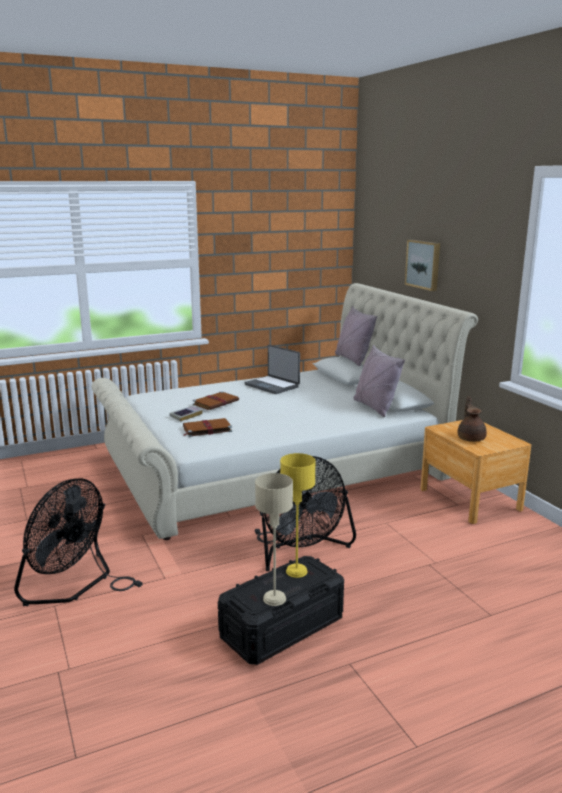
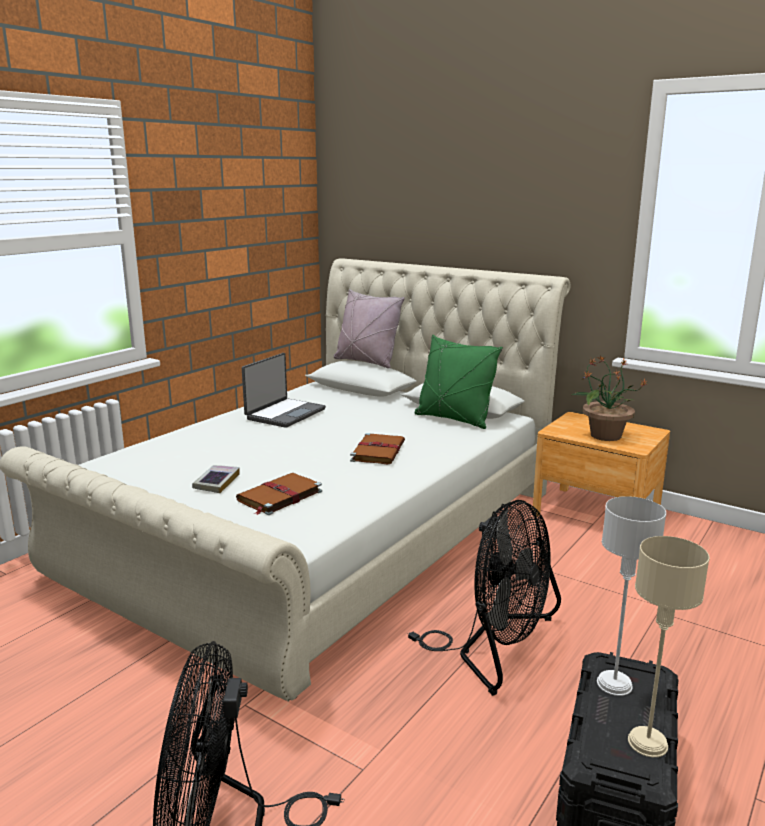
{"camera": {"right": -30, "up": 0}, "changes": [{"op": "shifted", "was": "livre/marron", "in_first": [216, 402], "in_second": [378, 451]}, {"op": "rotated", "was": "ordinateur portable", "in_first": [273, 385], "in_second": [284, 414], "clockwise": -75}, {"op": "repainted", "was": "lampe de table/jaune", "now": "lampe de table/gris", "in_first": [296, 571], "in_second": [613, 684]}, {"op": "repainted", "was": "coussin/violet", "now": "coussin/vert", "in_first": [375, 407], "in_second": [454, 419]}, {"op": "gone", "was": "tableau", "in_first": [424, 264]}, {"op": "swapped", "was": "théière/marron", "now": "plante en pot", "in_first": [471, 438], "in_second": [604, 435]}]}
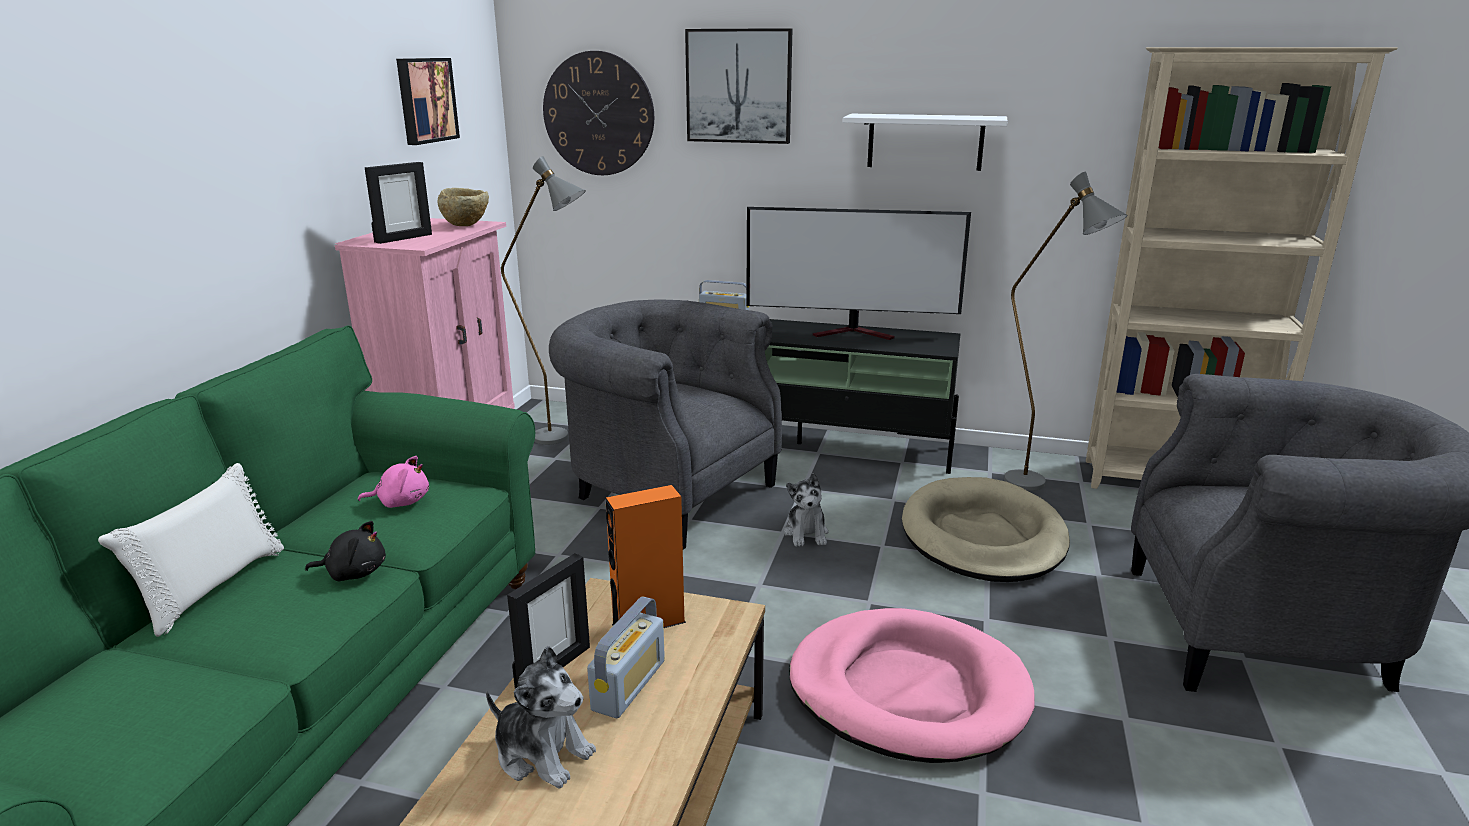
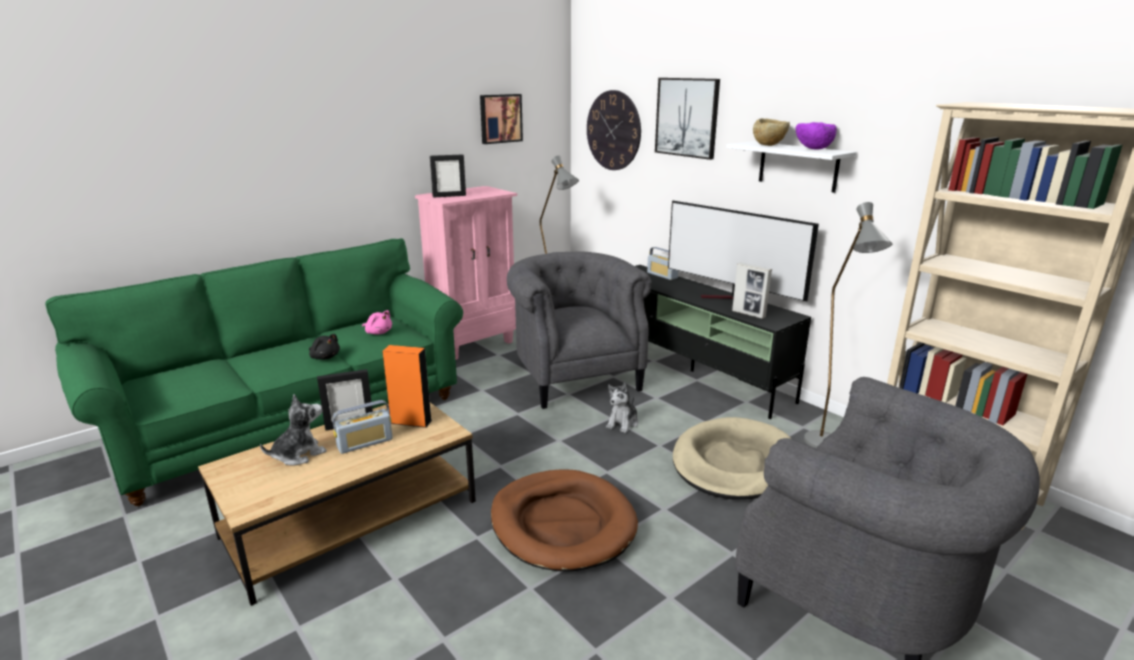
{"camera": {"right": 35, "up": 0}, "changes": [{"op": "gone", "was": "coussin/blanc", "in_first": [212, 587]}, {"op": "shifted", "was": "bol/beige", "in_first": [467, 225], "in_second": [769, 145]}, {"op": "rotated", "was": "peluche", "in_first": [542, 754], "in_second": [299, 454], "clockwise": -105}, {"op": "repainted", "was": "panier pour chien/rose", "now": "panier pour chien/marron", "in_first": [907, 691], "in_second": [562, 524]}, {"op": "new", "now": "cadre photo", "in_second": [748, 314]}, {"op": "new", "now": "bol/violet", "in_second": [813, 149]}]}
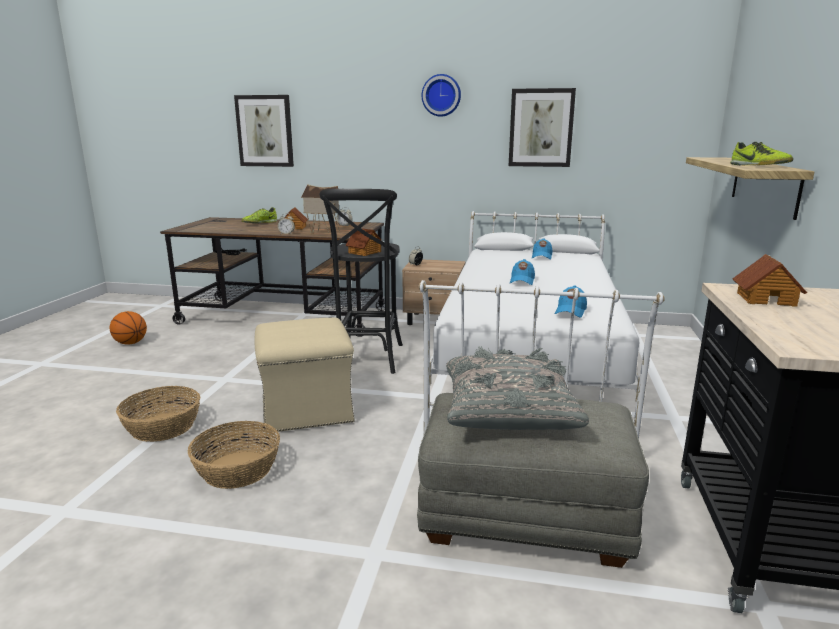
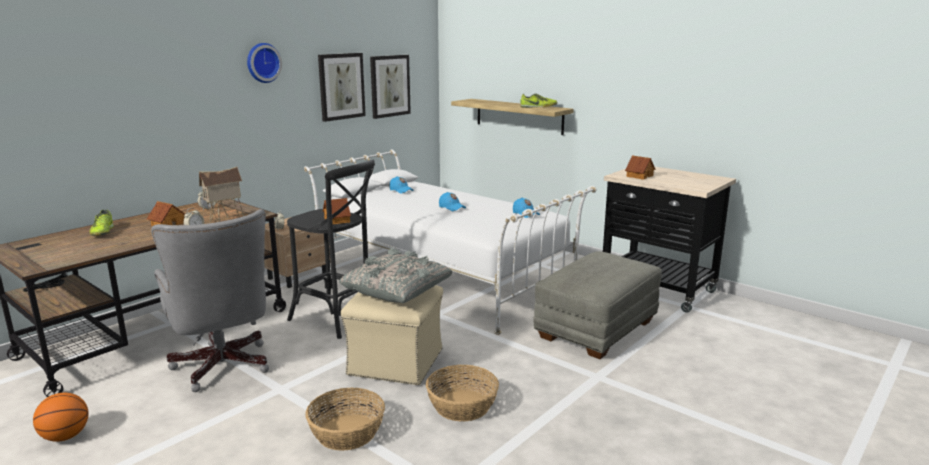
{"camera": {"right": -60, "up": 0}, "changes": [{"op": "shifted", "was": "tableau", "in_first": [265, 131], "in_second": [389, 86]}, {"op": "shifted", "was": "coussin/gris", "in_first": [508, 415], "in_second": [397, 293]}, {"op": "new", "now": "chaise de bureau/gris", "in_second": [224, 368]}]}
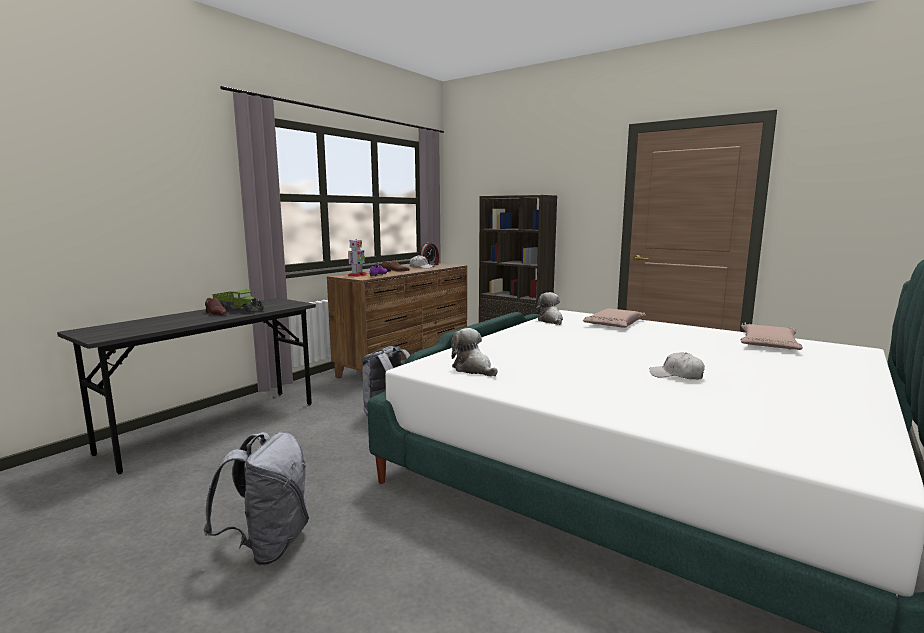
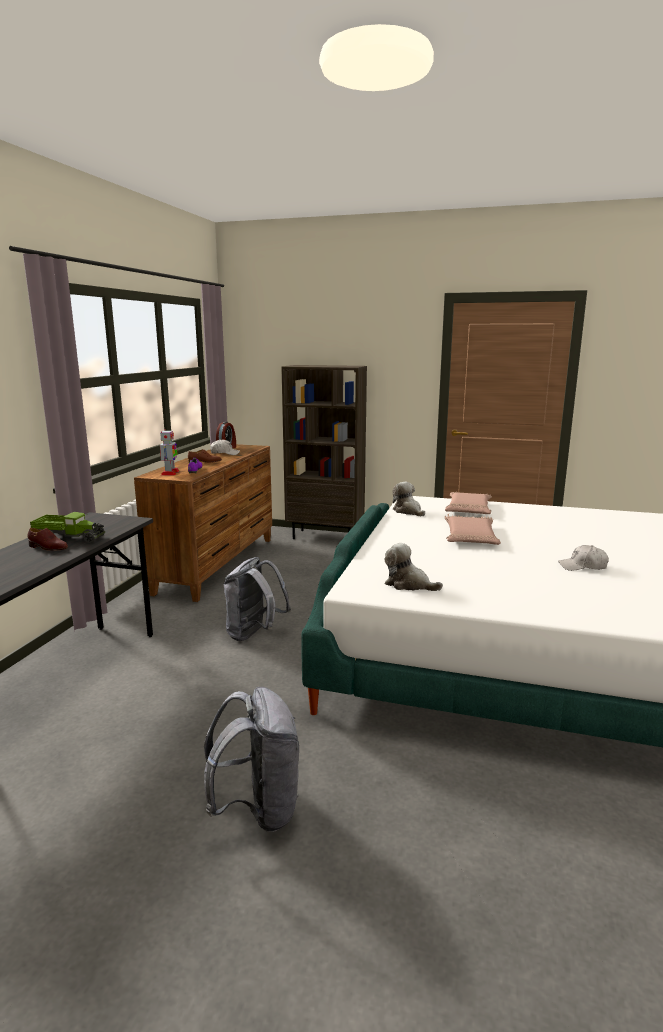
{"camera": {"right": -20, "up": 5}, "changes": [{"op": "shifted", "was": "coussin/beige", "in_first": [768, 342], "in_second": [470, 536]}]}
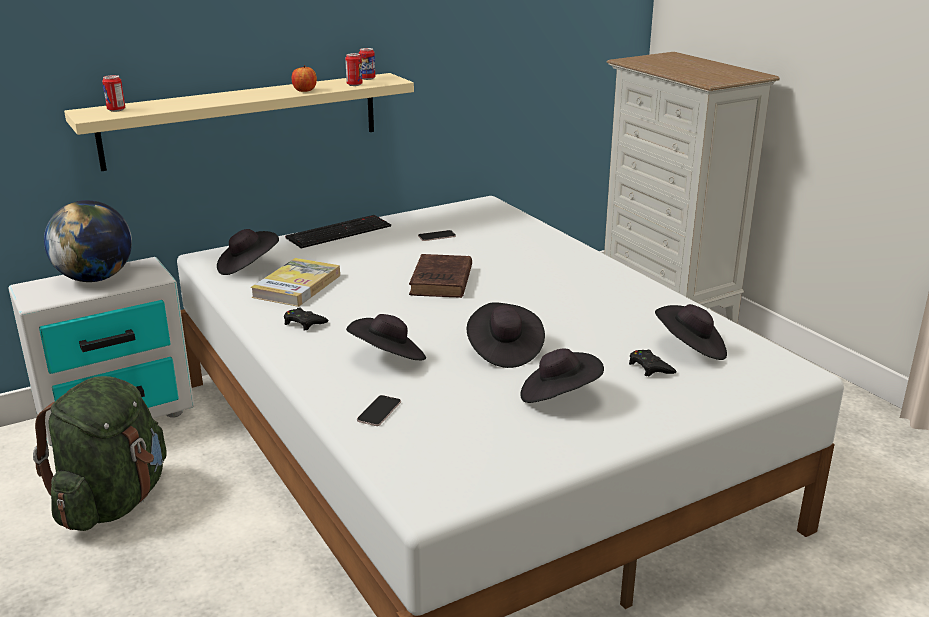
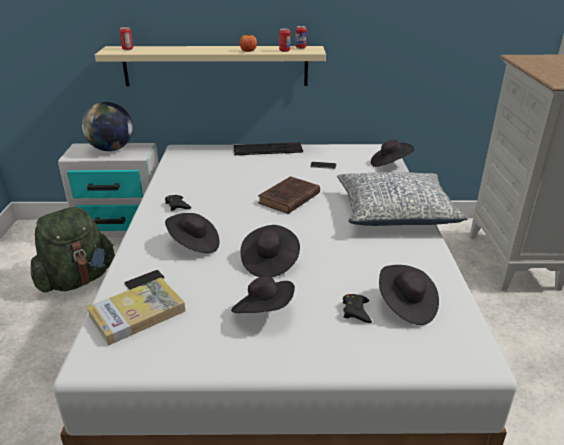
{"camera": {"right": 30, "up": 5}, "changes": [{"op": "shifted", "was": "chapeau/noir", "in_first": [247, 267], "in_second": [389, 164]}, {"op": "shifted", "was": "livre", "in_first": [297, 286], "in_second": [137, 313]}, {"op": "new", "now": "coussin", "in_second": [395, 212]}]}
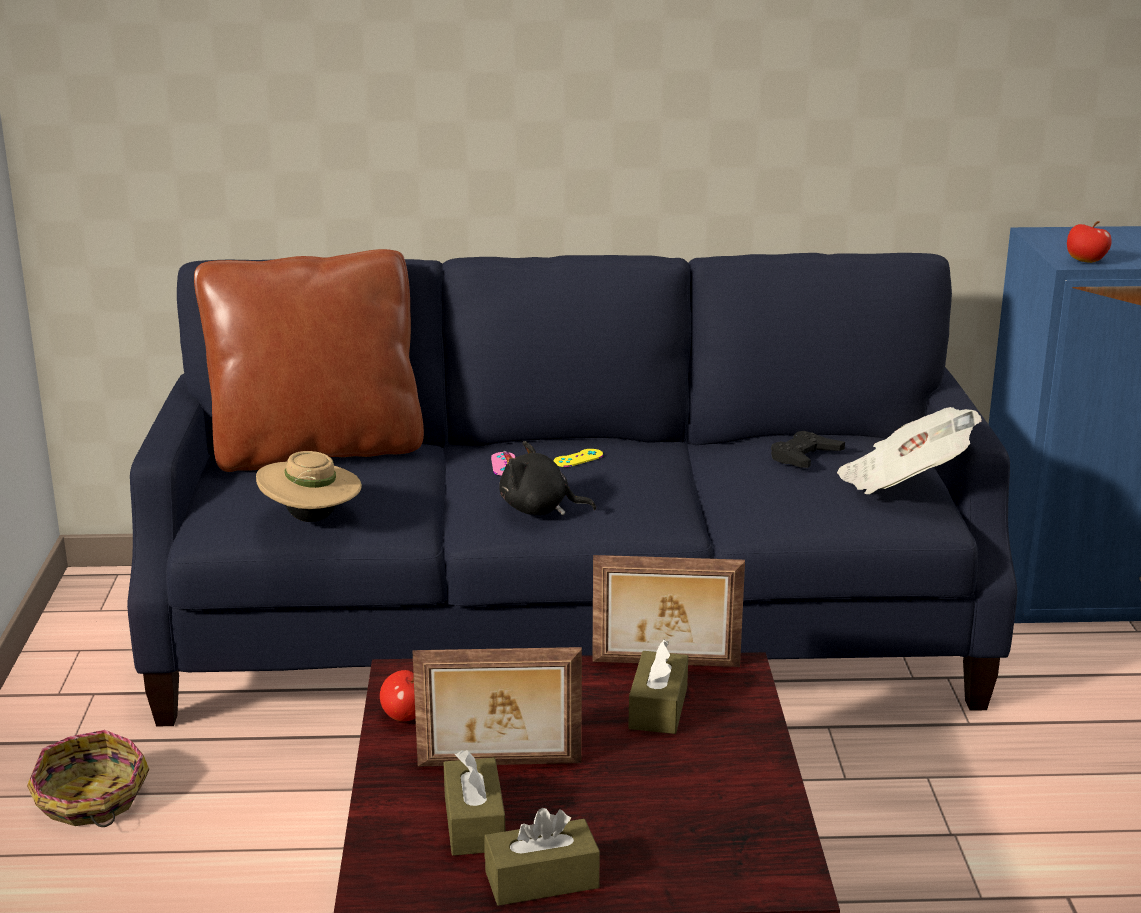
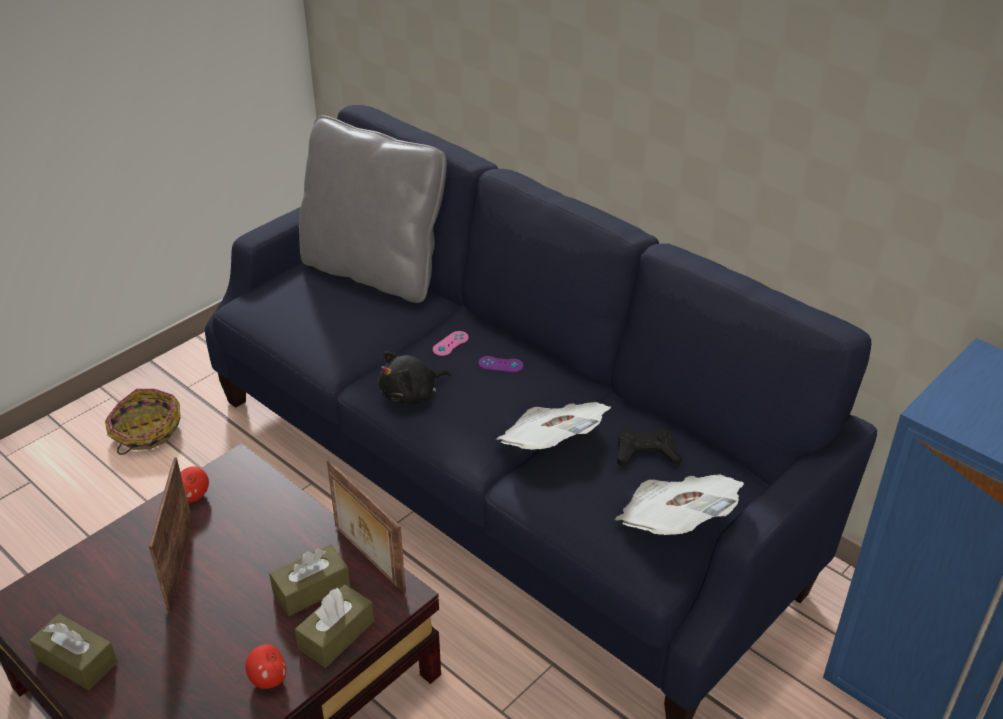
{"camera": {"right": 45, "up": 15}, "changes": [{"op": "repainted", "was": "coussin/marron", "now": "coussin/gris", "in_first": [317, 450], "in_second": [374, 272]}, {"op": "gone", "was": "chapeau/beige", "in_first": [312, 519]}, {"op": "rotated", "was": "cadre photo", "in_first": [499, 765], "in_second": [178, 566], "clockwise": 45}, {"op": "shifted", "was": "boîte à mouchoirs/marron", "in_first": [474, 823], "in_second": [336, 635]}, {"op": "rotated", "was": "peluche/noir", "in_first": [539, 509], "in_second": [411, 395], "clockwise": -90}, {"op": "repainted", "was": "manette/jaune", "now": "manette/violet", "in_first": [578, 458], "in_second": [500, 364]}, {"op": "shifted", "was": "pomme", "in_first": [1085, 261], "in_second": [268, 679]}, {"op": "new", "now": "journal", "in_second": [551, 445]}]}
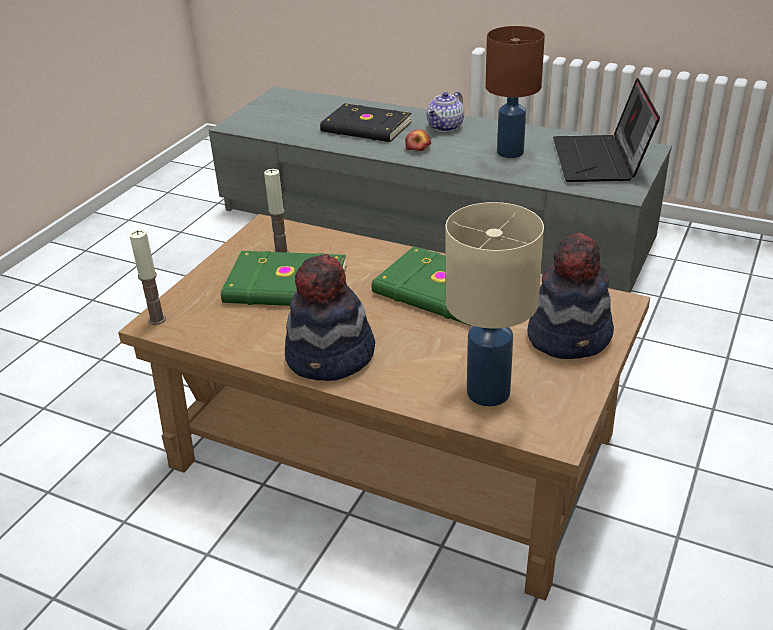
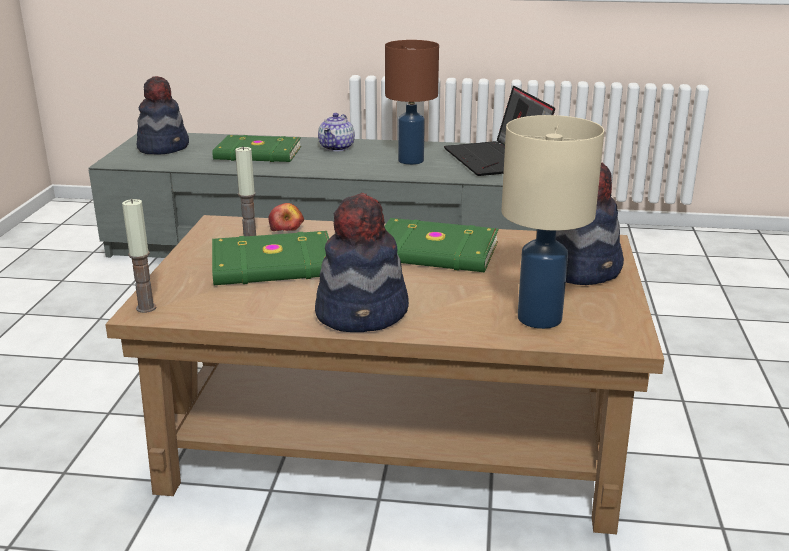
{"camera": {"right": -20, "up": -10}, "changes": [{"op": "repainted", "was": "livre/noir", "now": "livre/vert", "in_first": [366, 128], "in_second": [258, 154]}, {"op": "shifted", "was": "pomme", "in_first": [418, 148], "in_second": [286, 228]}, {"op": "new", "now": "chapeau", "in_second": [164, 147]}]}
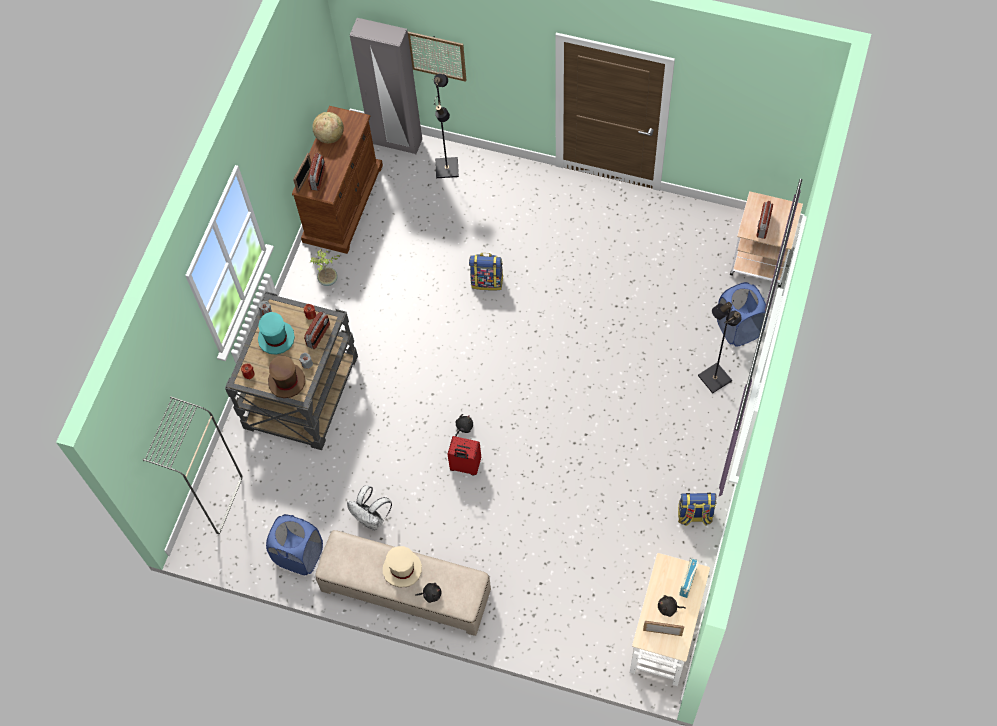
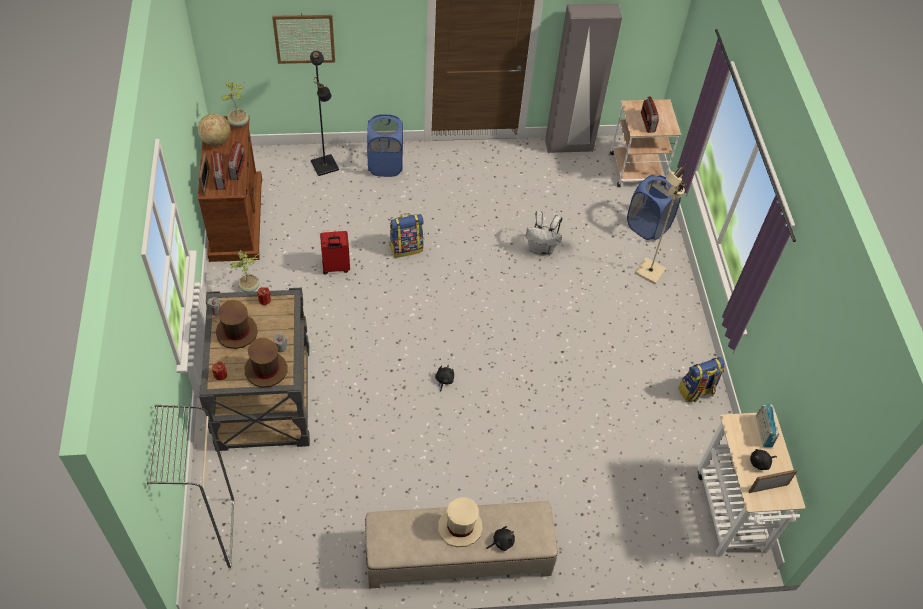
{"camera": {"right": -30, "up": -10}, "changes": [{"op": "repainted", "was": "chapeau/turquoise", "now": "chapeau/marron", "in_first": [276, 338], "in_second": [237, 332]}, {"op": "shifted", "was": "panier à linge/bleu", "in_first": [299, 555], "in_second": [385, 165]}, {"op": "shifted", "was": "radio", "in_first": [318, 335], "in_second": [237, 168]}, {"op": "shifted", "was": "sac à dos/blanc", "in_first": [372, 519], "in_second": [541, 249]}, {"op": "shifted", "was": "armoire/gris", "in_first": [396, 142], "in_second": [569, 146]}, {"op": "shifted", "was": "valise/rouge", "in_first": [465, 466], "in_second": [336, 267]}, {"op": "repainted", "was": "lampadaire/noir", "now": "lampadaire/beige", "in_first": [715, 378], "in_second": [650, 271]}, {"op": "new", "now": "plante en pot", "in_second": [239, 123]}]}
